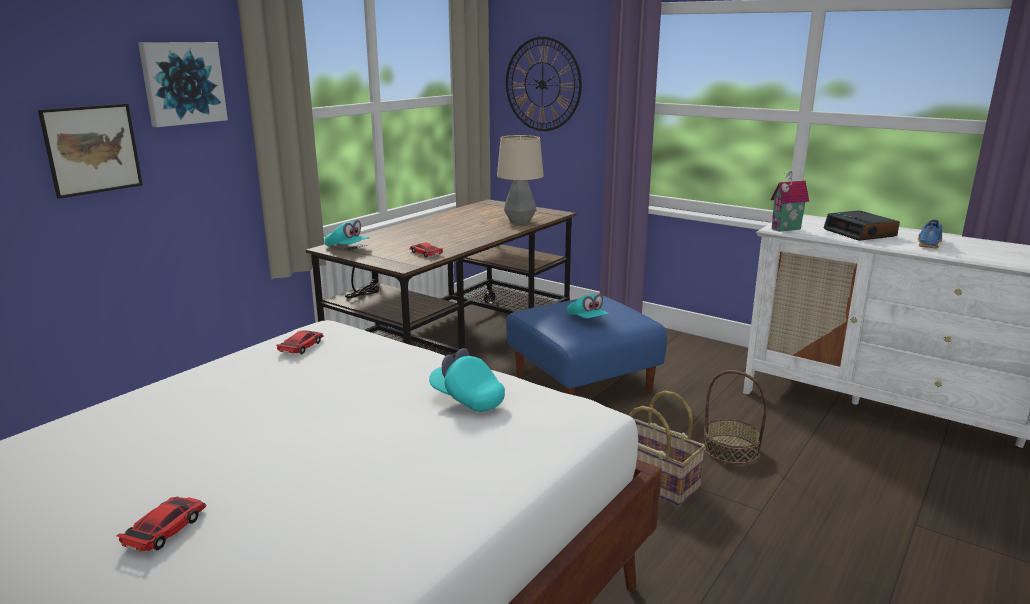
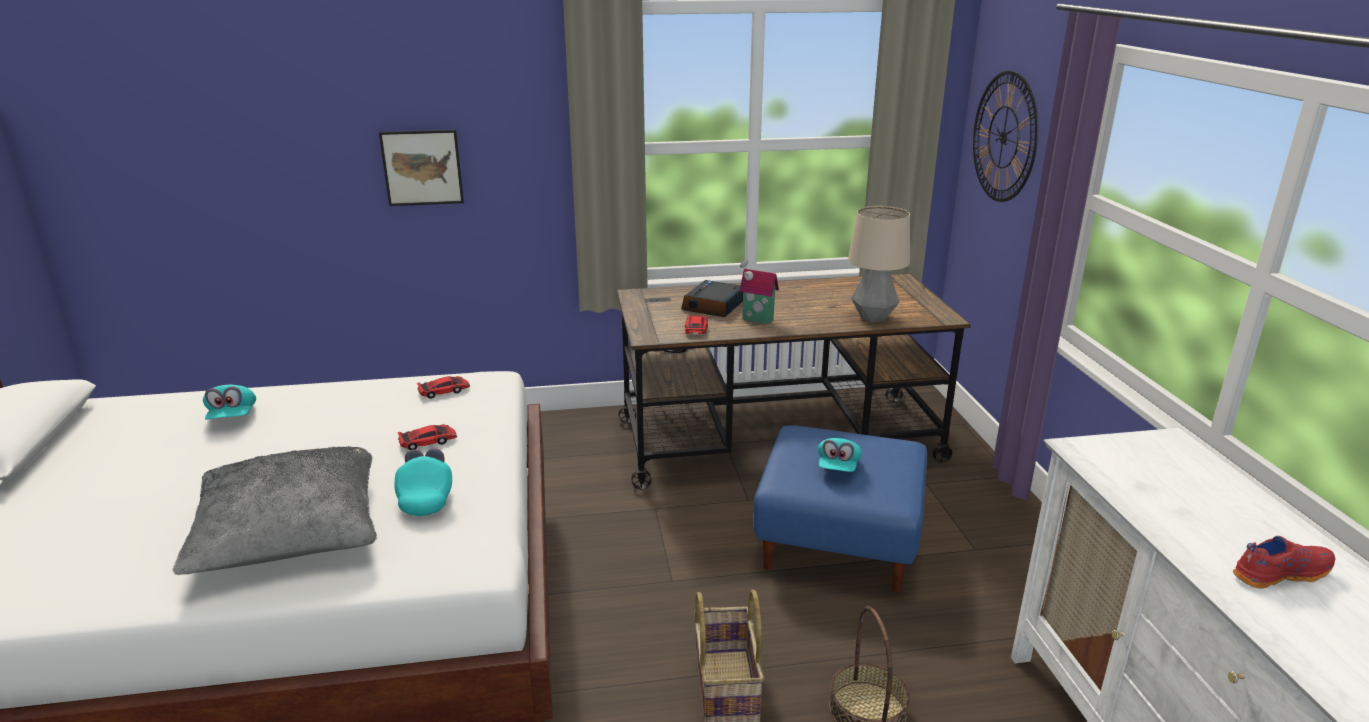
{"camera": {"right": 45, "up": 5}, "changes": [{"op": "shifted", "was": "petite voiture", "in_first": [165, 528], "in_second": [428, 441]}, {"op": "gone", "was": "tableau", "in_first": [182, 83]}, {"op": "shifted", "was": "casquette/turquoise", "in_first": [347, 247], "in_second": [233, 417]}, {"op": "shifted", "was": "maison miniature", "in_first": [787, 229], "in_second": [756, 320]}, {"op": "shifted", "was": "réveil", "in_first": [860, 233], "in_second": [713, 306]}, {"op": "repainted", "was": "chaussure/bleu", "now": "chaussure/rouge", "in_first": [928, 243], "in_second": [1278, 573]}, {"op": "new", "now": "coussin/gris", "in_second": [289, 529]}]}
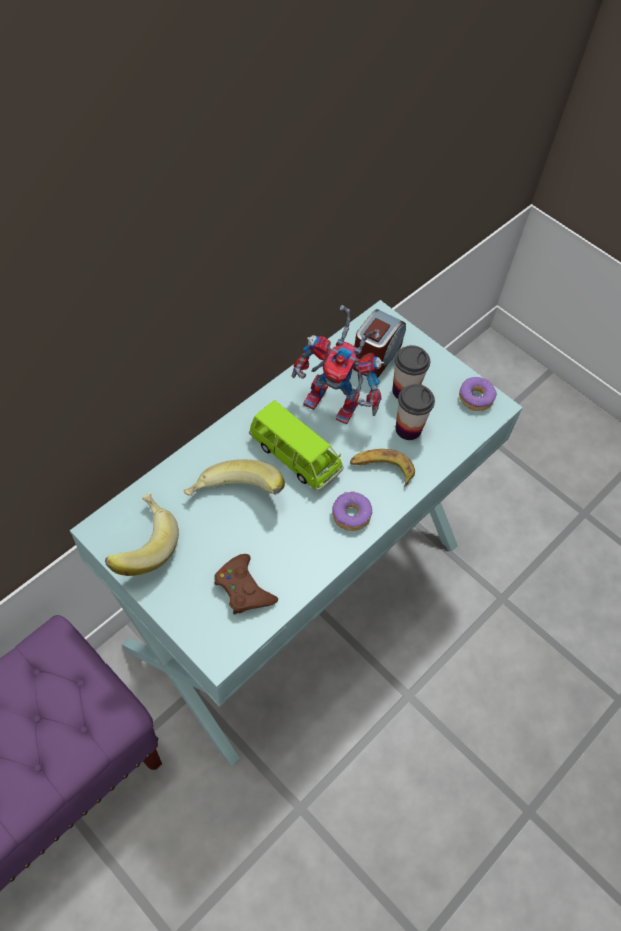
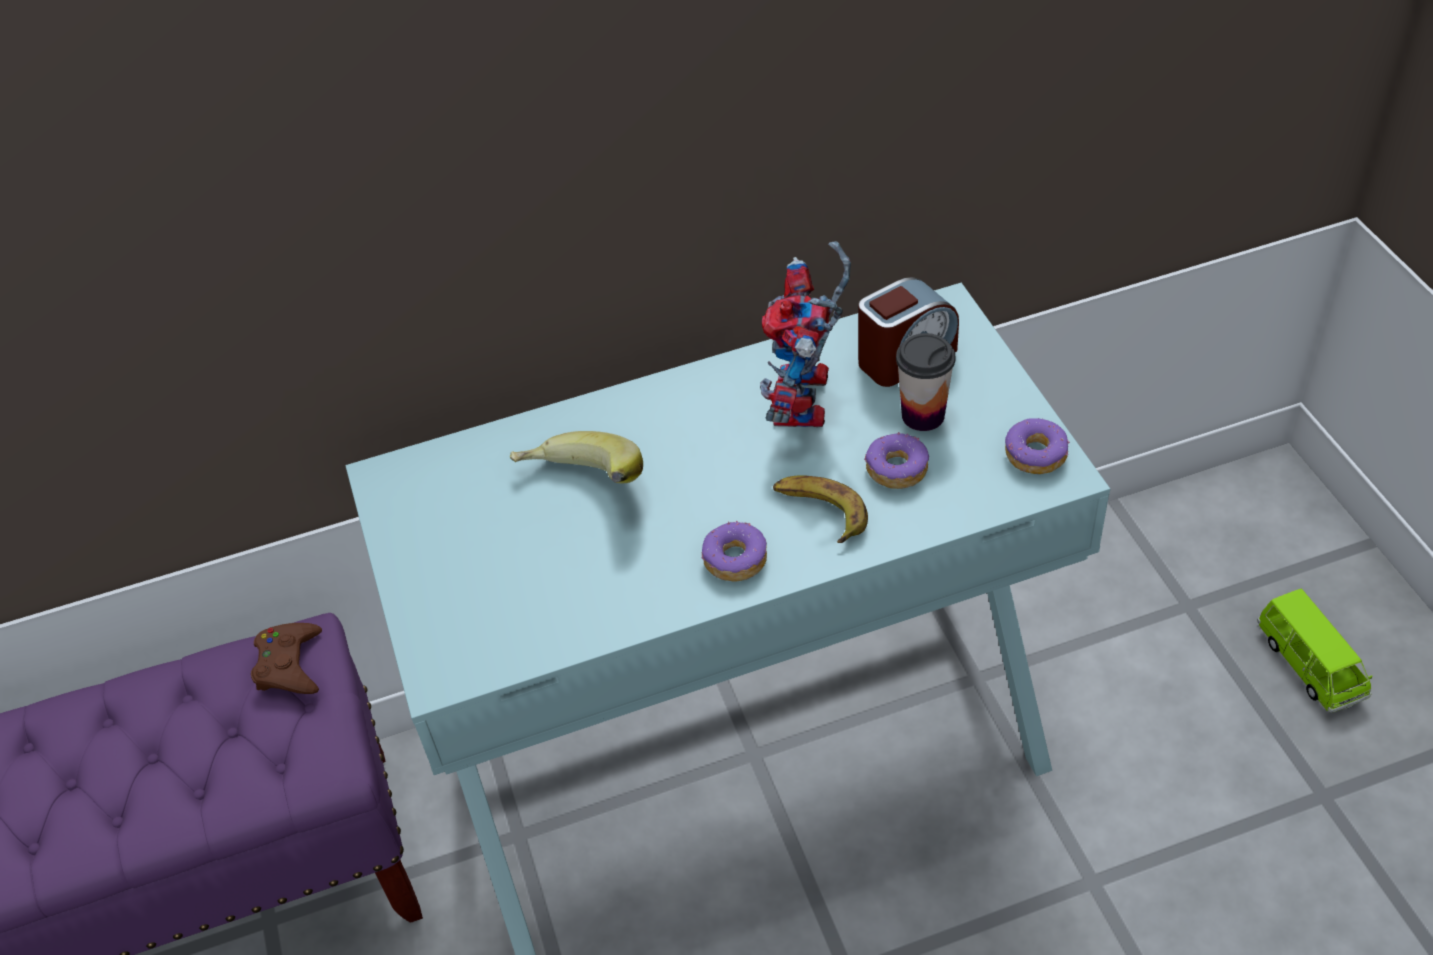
{"camera": {"right": 35, "up": -10}, "changes": [{"op": "gone", "was": "banane", "in_first": [141, 545]}, {"op": "shifted", "was": "manette/marron", "in_first": [243, 588], "in_second": [289, 665]}, {"op": "shifted", "was": "petite voiture/vert", "in_first": [295, 456], "in_second": [1309, 665]}, {"op": "rotated", "was": "robot jouet", "in_first": [338, 403], "in_second": [807, 405], "clockwise": 45}, {"op": "swapped", "was": "tasse", "now": "beignet", "in_first": [408, 429], "in_second": [896, 469]}]}
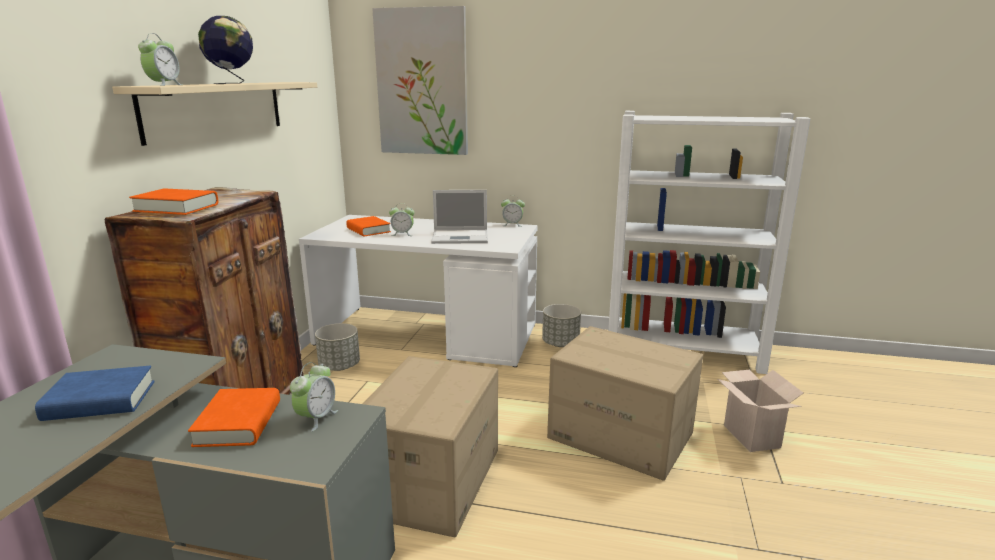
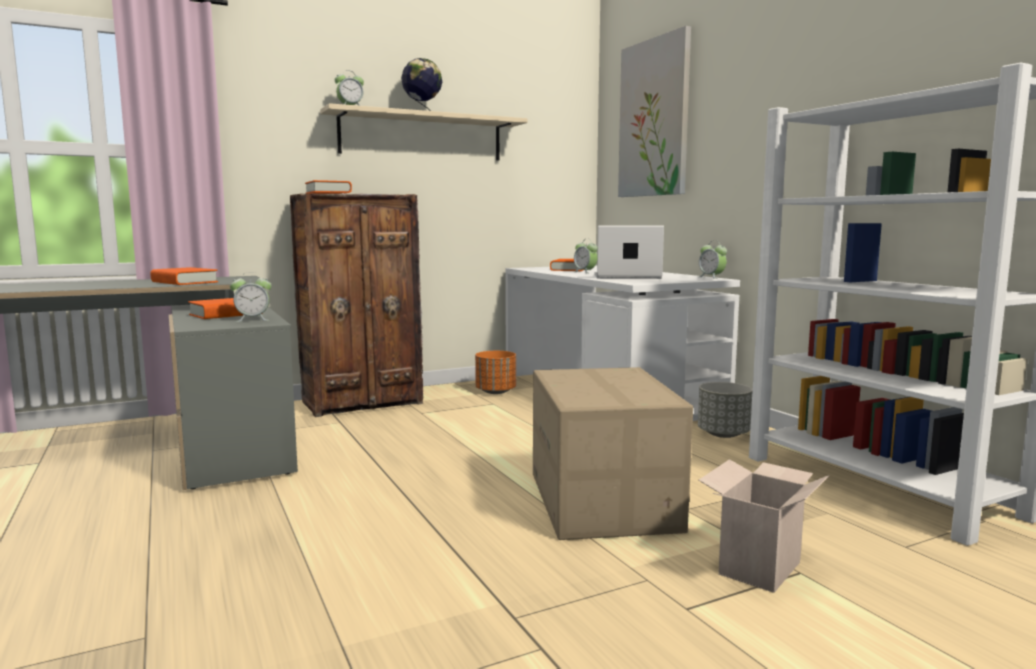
{"camera": {"right": 50, "up": -10}, "changes": [{"op": "repainted", "was": "livre/bleu", "now": "livre/orange", "in_first": [100, 401], "in_second": [184, 282]}, {"op": "repainted", "was": "cache-pot/gris", "now": "cache-pot/orange", "in_first": [340, 366], "in_second": [496, 392]}, {"op": "gone", "was": "carton", "in_first": [430, 480]}, {"op": "rotated", "was": "ordinateur portable", "in_first": [461, 237], "in_second": [625, 276], "clockwise": 135}]}
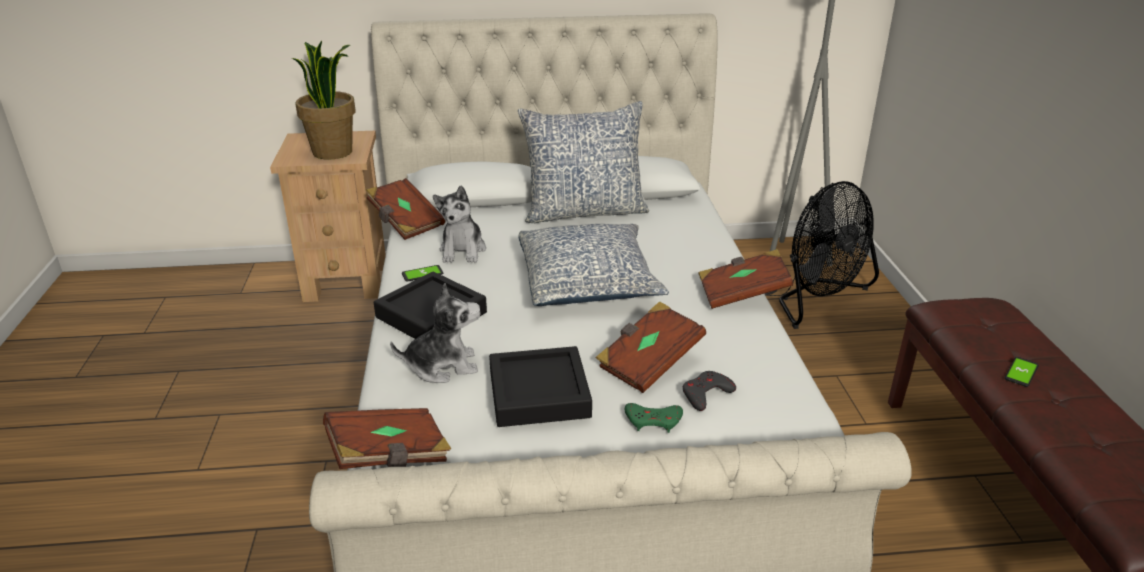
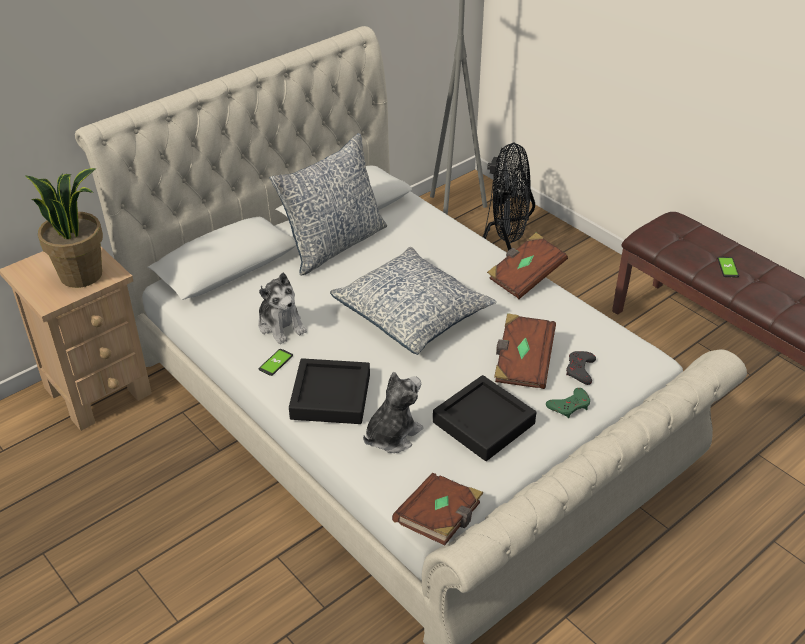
{"camera": {"right": -35, "up": 10}, "changes": [{"op": "gone", "was": "livre/marron", "in_first": [405, 222]}]}
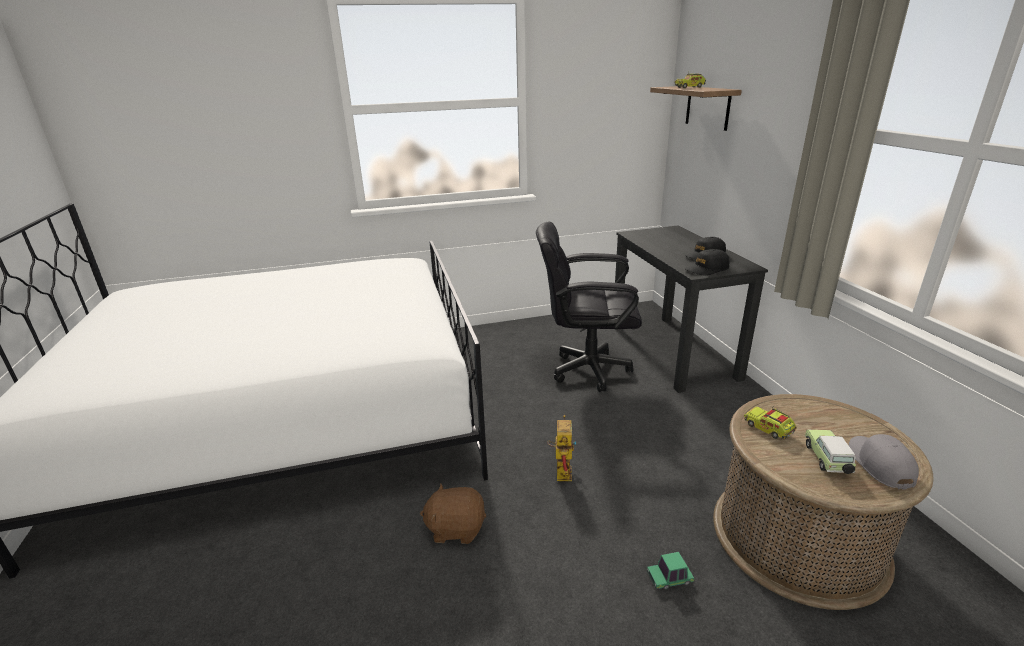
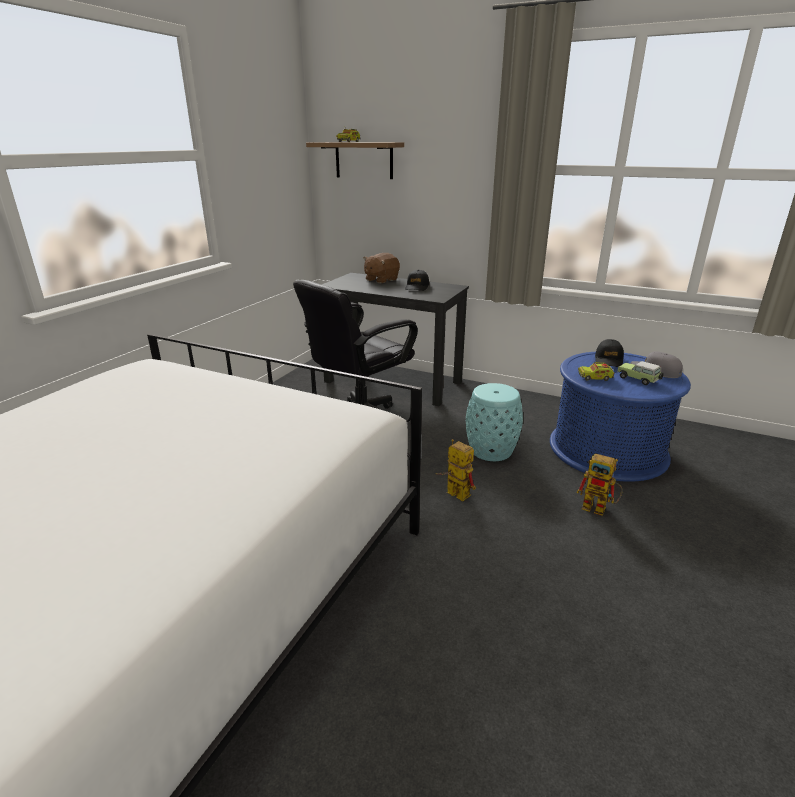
{"camera": {"right": -50, "up": 0}, "changes": [{"op": "shifted", "was": "peluche/marron", "in_first": [456, 528], "in_second": [381, 280]}, {"op": "swapped", "was": "petite voiture", "now": "robot jouet", "in_first": [670, 578], "in_second": [599, 508]}, {"op": "shifted", "was": "casquette/noir", "in_first": [707, 269], "in_second": [608, 360]}, {"op": "repainted", "was": "table basse/marron", "now": "table basse/bleu", "in_first": [798, 537], "in_second": [607, 449]}, {"op": "new", "now": "tabouret/turquoise", "in_second": [491, 450]}]}
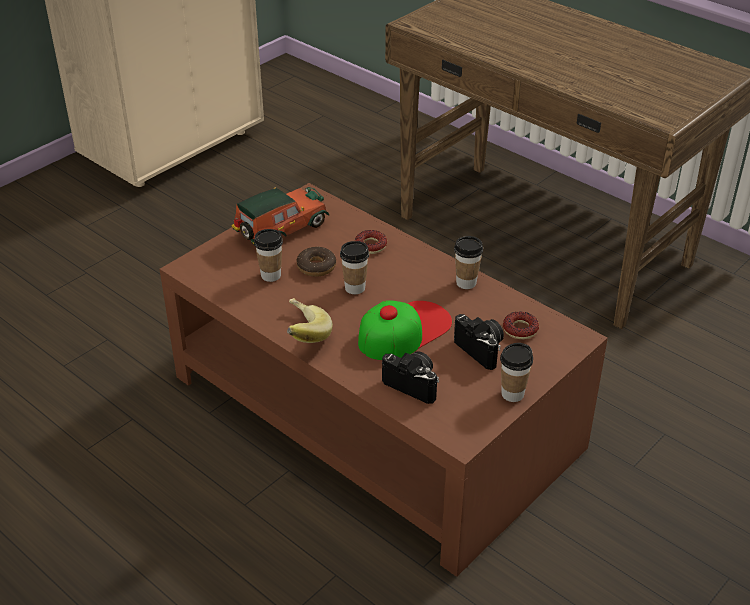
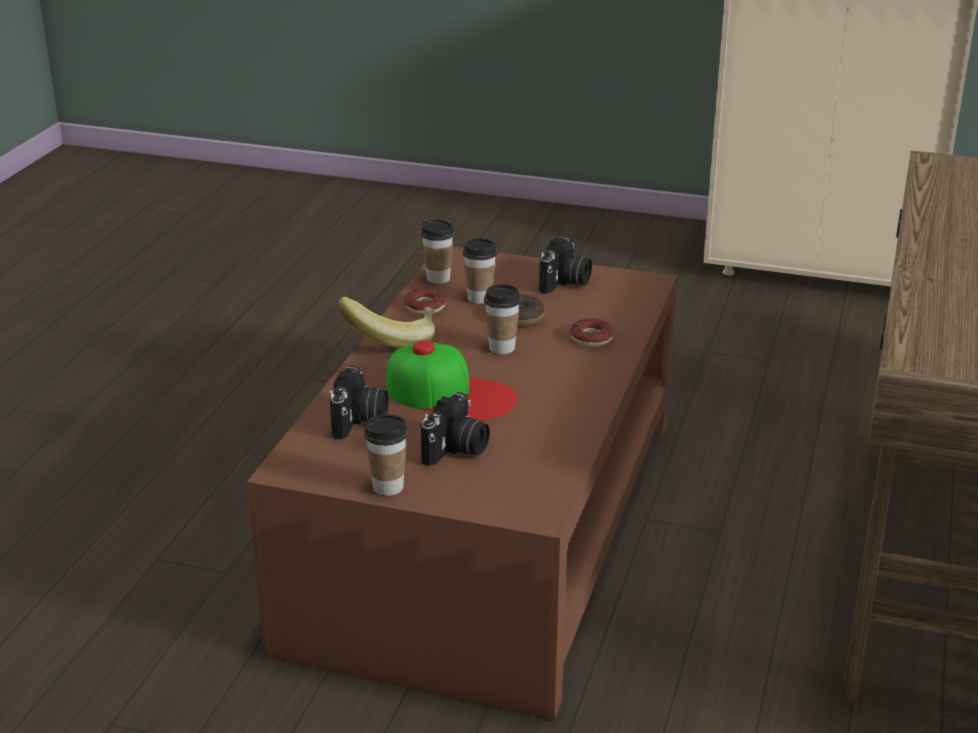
{"camera": {"right": 65, "up": -10}, "changes": [{"op": "swapped", "was": "petite voiture", "now": "appareil photo", "in_first": [279, 230], "in_second": [565, 283]}, {"op": "shifted", "was": "tasse", "in_first": [466, 283], "in_second": [438, 278]}, {"op": "shifted", "was": "beignet", "in_first": [520, 329], "in_second": [425, 307]}]}
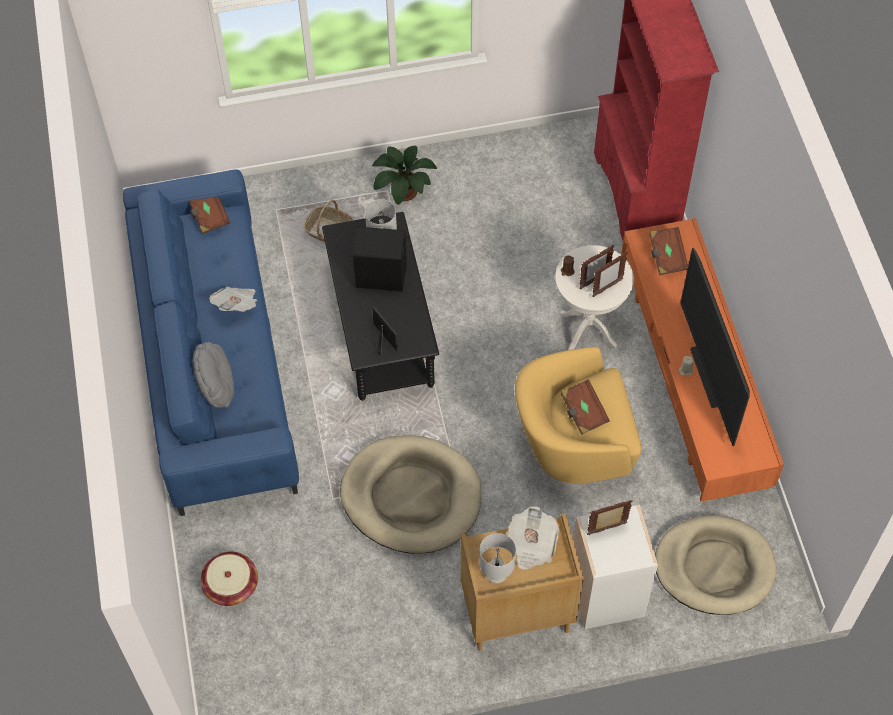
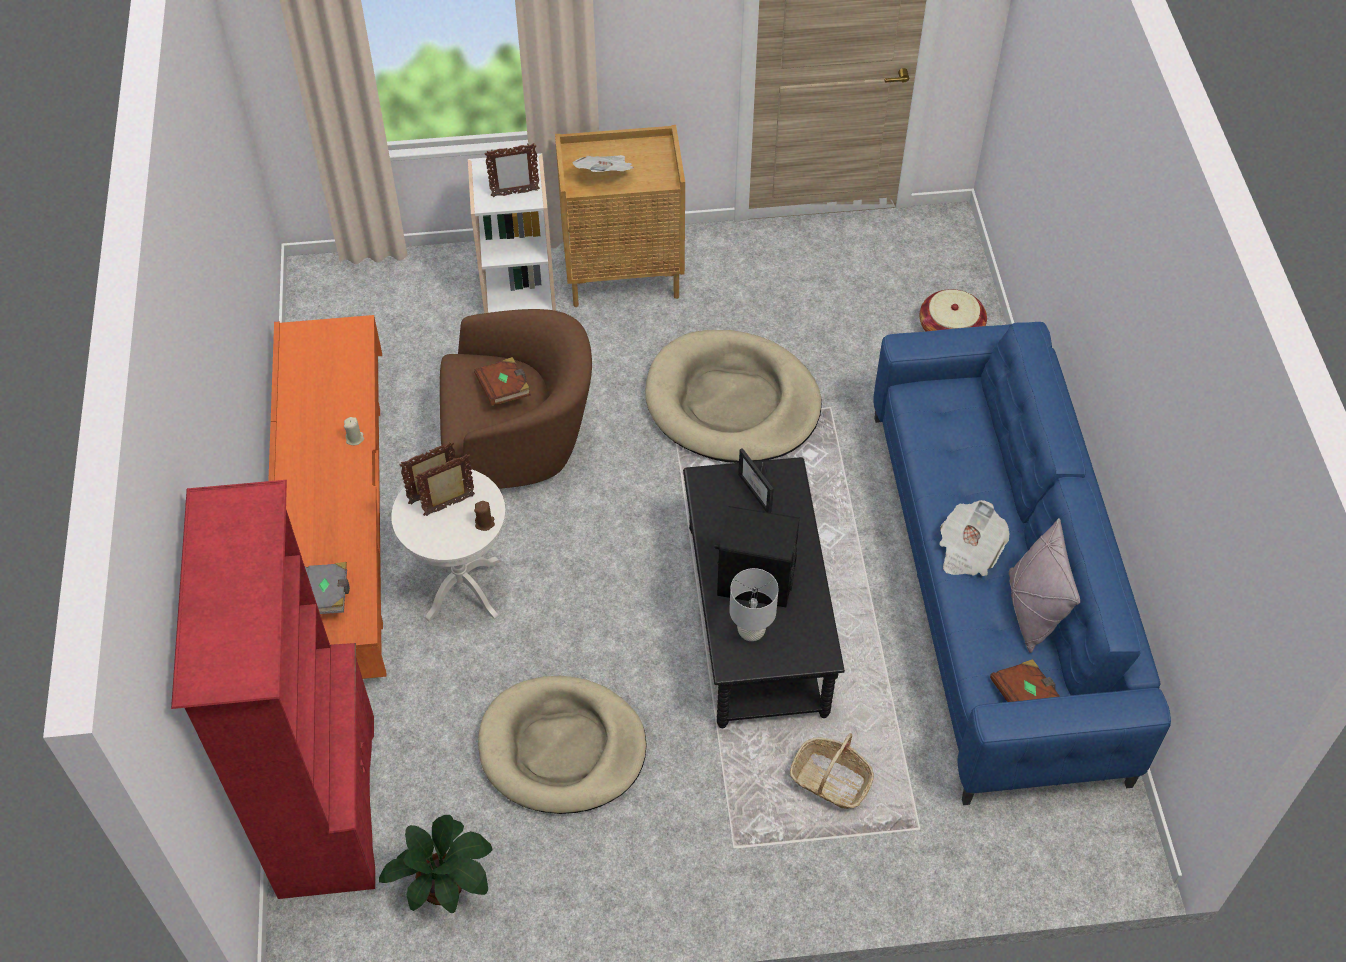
{"camera": {"right": -175, "up": -5}, "changes": [{"op": "gone", "was": "coussin/gris", "in_first": [217, 389]}, {"op": "shifted", "was": "plante en pot", "in_first": [402, 192], "in_second": [445, 884]}, {"op": "gone", "was": "lampe de table/gris", "in_first": [495, 575]}, {"op": "repainted", "was": "fauteuil/jaune", "now": "fauteuil/marron", "in_first": [573, 445], "in_second": [518, 444]}, {"op": "repainted", "was": "livre/marron", "now": "livre/gris", "in_first": [666, 256], "in_second": [327, 596]}, {"op": "shifted", "was": "panier pour chien/beige", "in_first": [714, 567], "in_second": [562, 748]}, {"op": "gone", "was": "téléviseur", "in_first": [707, 376]}, {"op": "new", "now": "coussin/violet", "in_second": [1032, 610]}]}
